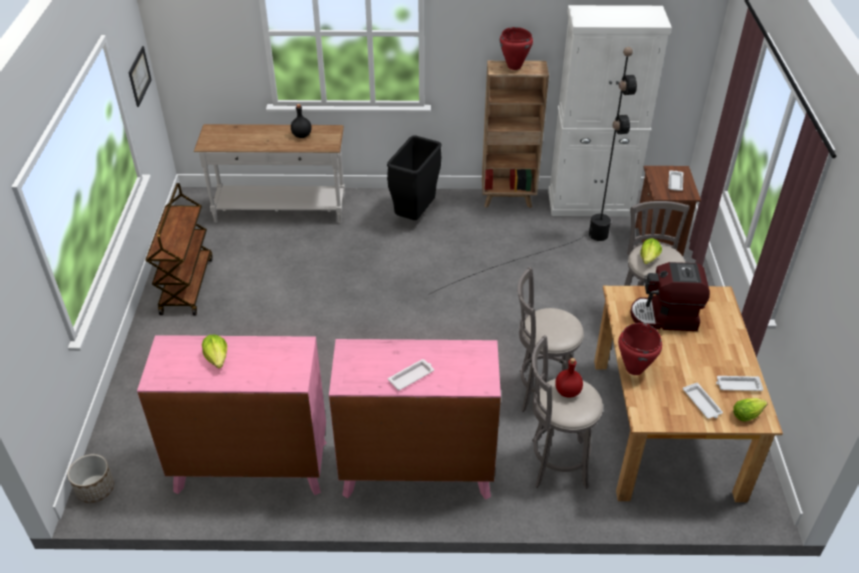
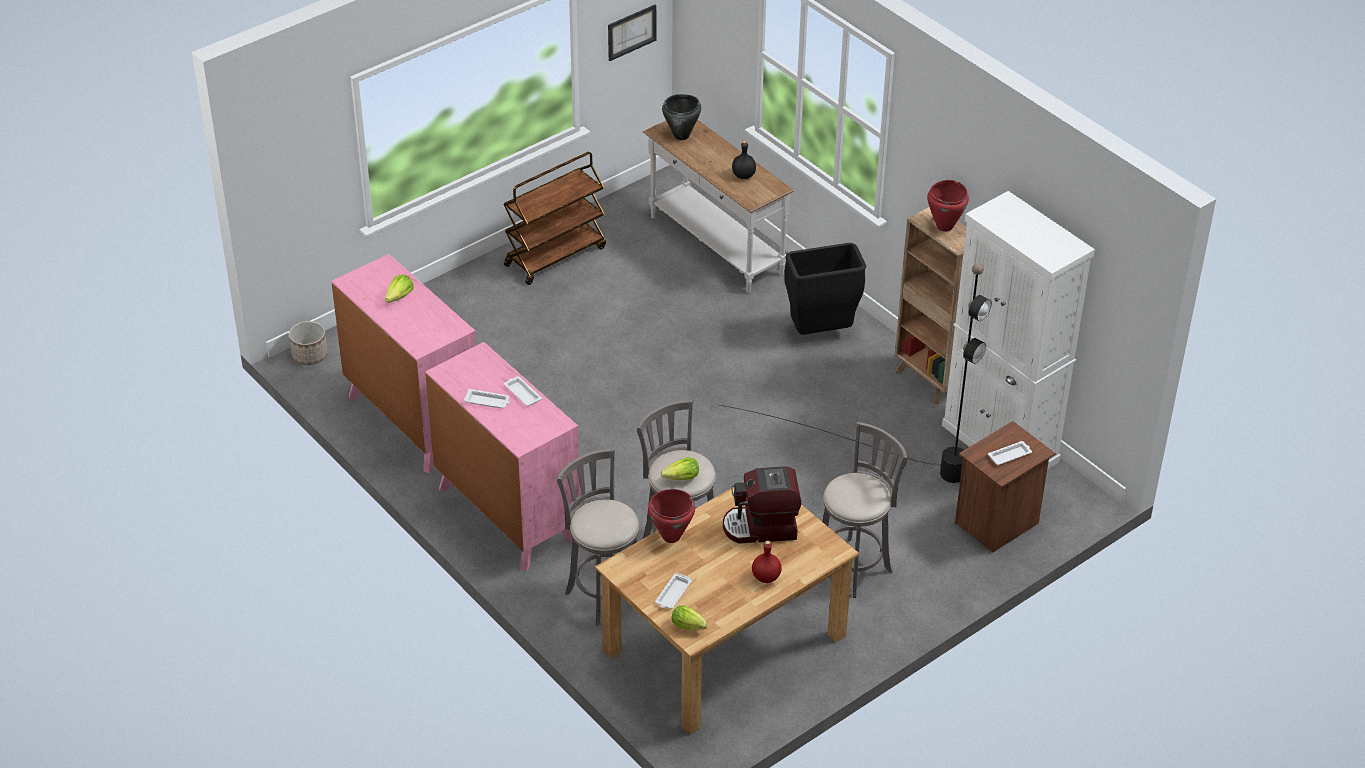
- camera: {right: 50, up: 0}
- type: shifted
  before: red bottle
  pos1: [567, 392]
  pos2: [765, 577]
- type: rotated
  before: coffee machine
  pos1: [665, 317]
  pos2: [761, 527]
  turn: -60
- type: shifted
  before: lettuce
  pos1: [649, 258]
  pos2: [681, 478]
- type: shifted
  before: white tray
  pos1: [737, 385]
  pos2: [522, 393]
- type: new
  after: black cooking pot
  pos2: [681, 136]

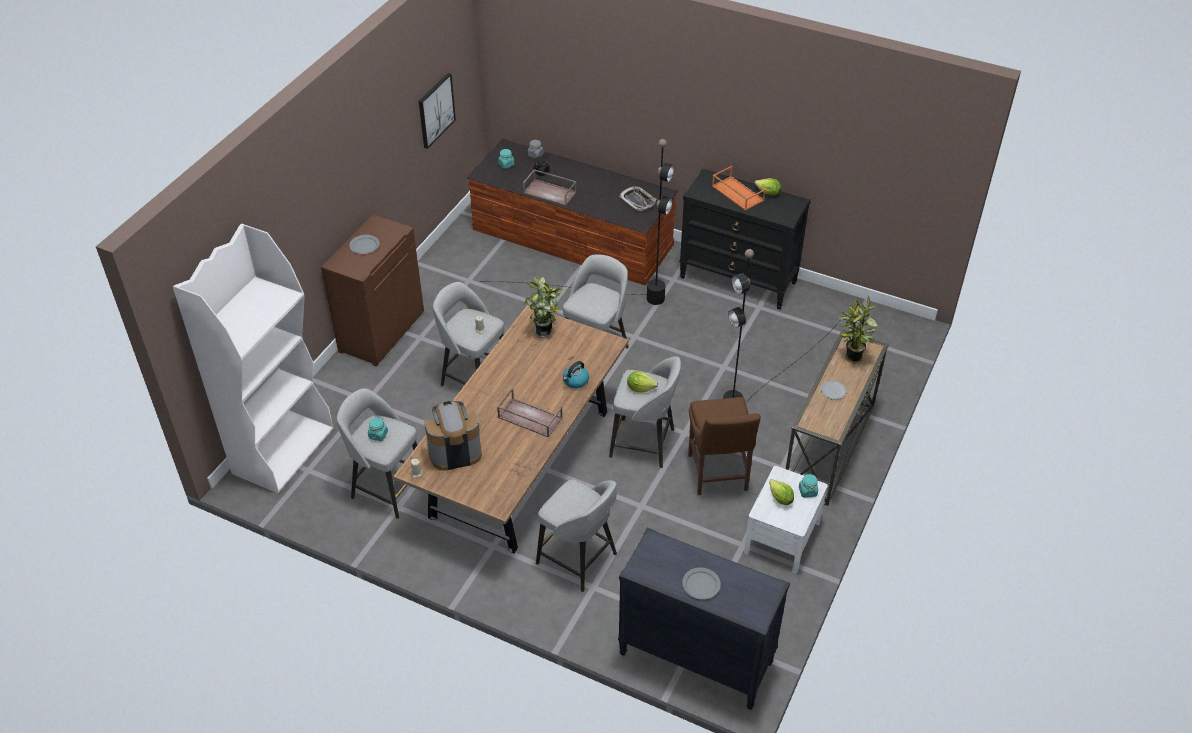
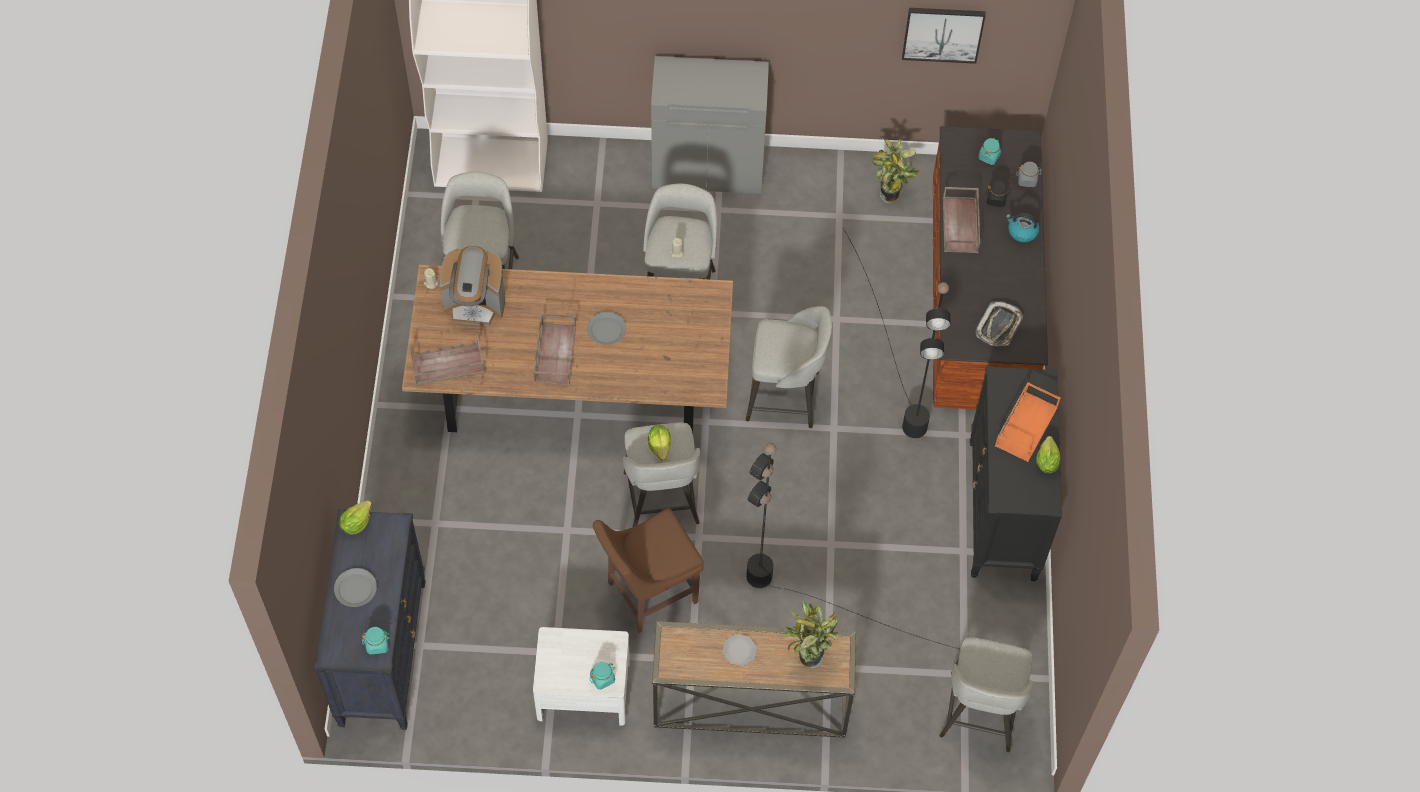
- camera: {right: 65, up: 15}
- type: repainted
  before: brown cabinet
  after: grey cabinet
  pos1: [381, 331]
  pos2: [708, 167]
- type: shifted
  before: grey plate
  pos1: [364, 246]
  pos2: [606, 329]
- type: shifted
  before: turquoise jar
  pos1: [378, 435]
  pos2: [377, 644]
- type: rotated
  before: coffee machine
  pos1: [454, 451]
  pos2: [475, 304]
  turn: 135
- type: shifted
  before: potted plant
  pos1: [545, 332]
  pos2: [890, 198]
- type: shifted
  before: grey stool
  pos1: [578, 560]
  pos2: [979, 714]
- type: shifted
  before: kettle
  pos1: [575, 381]
  pos2: [1021, 231]
- type: shifted
  before: lettuce
  pos1: [780, 499]
  pos2: [356, 523]
- type: new
  after: brown tray
  pos2: [447, 364]

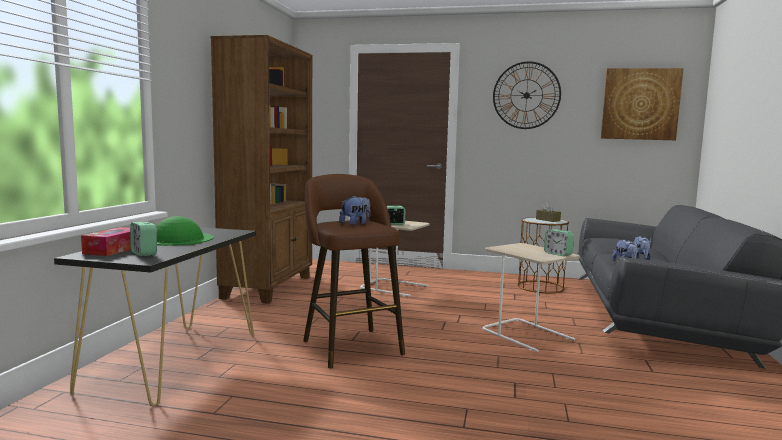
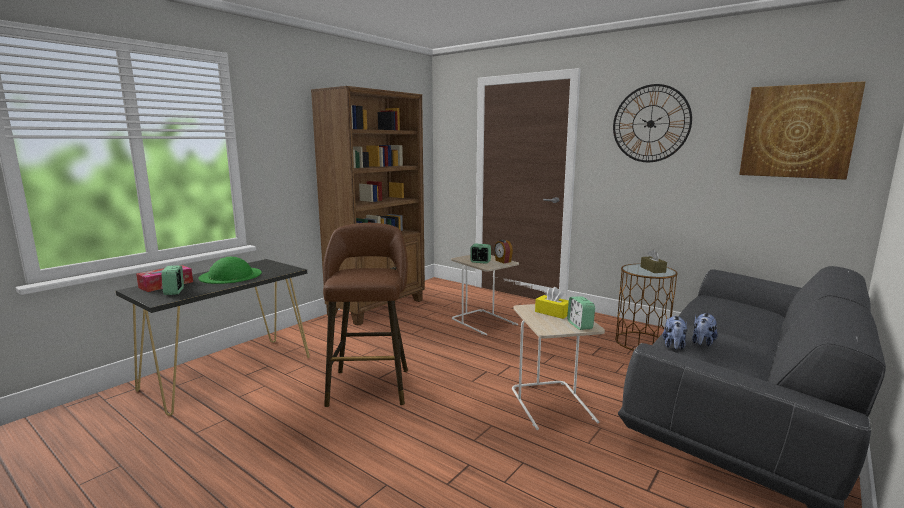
- camera: {right: 25, up: 5}
- type: gone
  before: plush toy
  pos1: [355, 223]
- type: new
  after: alarm clock
  pos2: [502, 261]
- type: new
  after: yellow tissue box
  pos2: [552, 313]

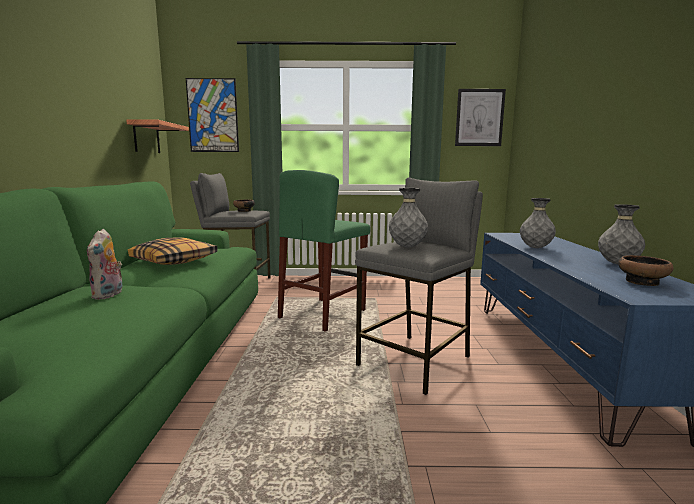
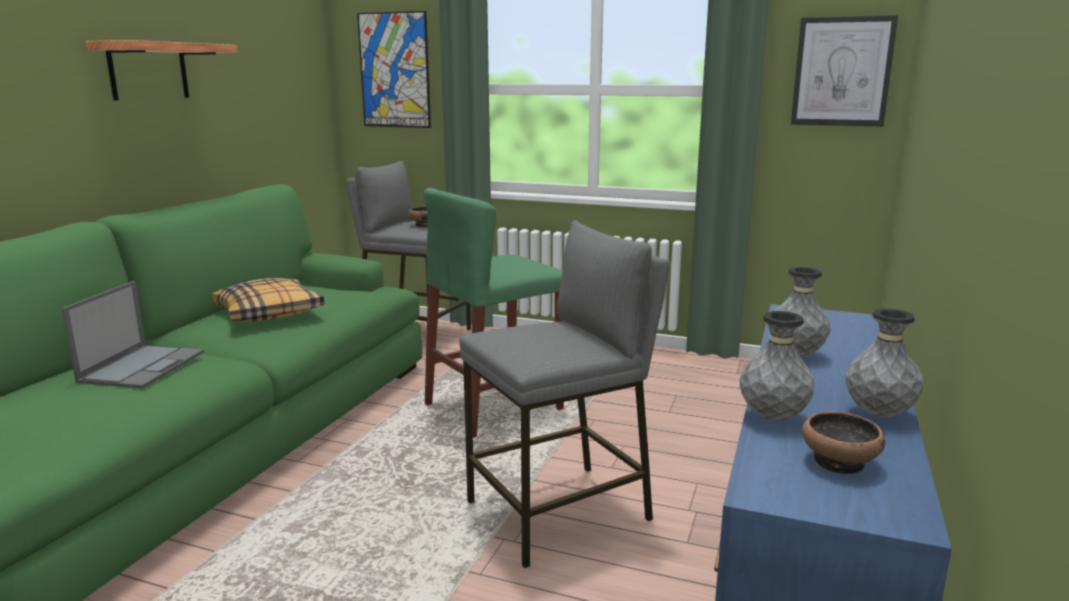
- camera: {right: 20, up: 5}
- type: swapped
  before: plush toy
  after: laptop
  pos1: [109, 295]
  pos2: [143, 366]
- type: shifted
  before: shelf
  pos1: [146, 138]
  pos2: [148, 71]
- type: shifted
  before: grey vase
  pos1: [407, 247]
  pos2: [773, 418]

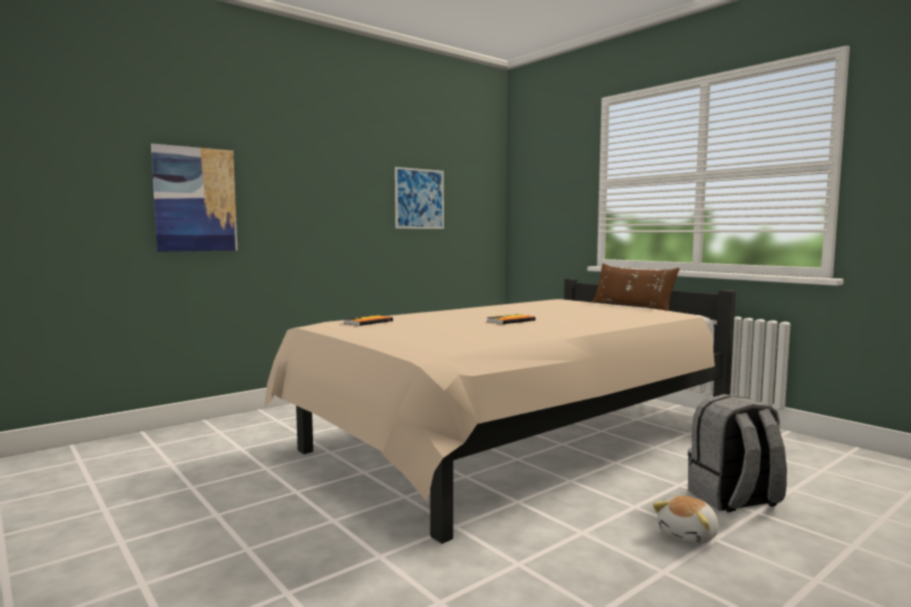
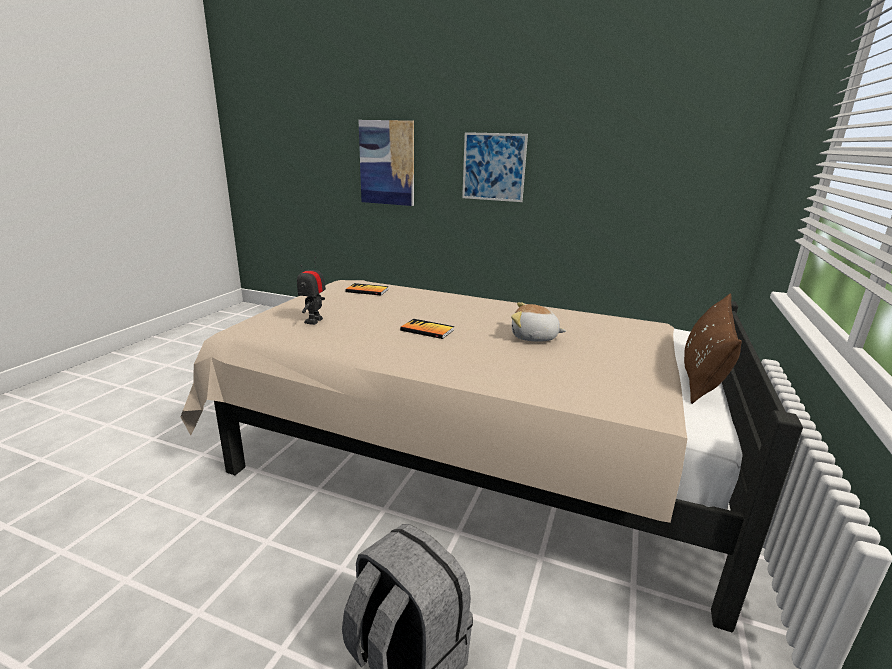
- camera: {right: 60, up: 15}
- type: shifted
  before: picture
  pos1: [419, 199]
  pos2: [493, 167]
- type: shifted
  before: plush toy
  pos1: [689, 535]
  pos2: [534, 337]
- type: new
  after: toy robot
  pos2: [314, 321]

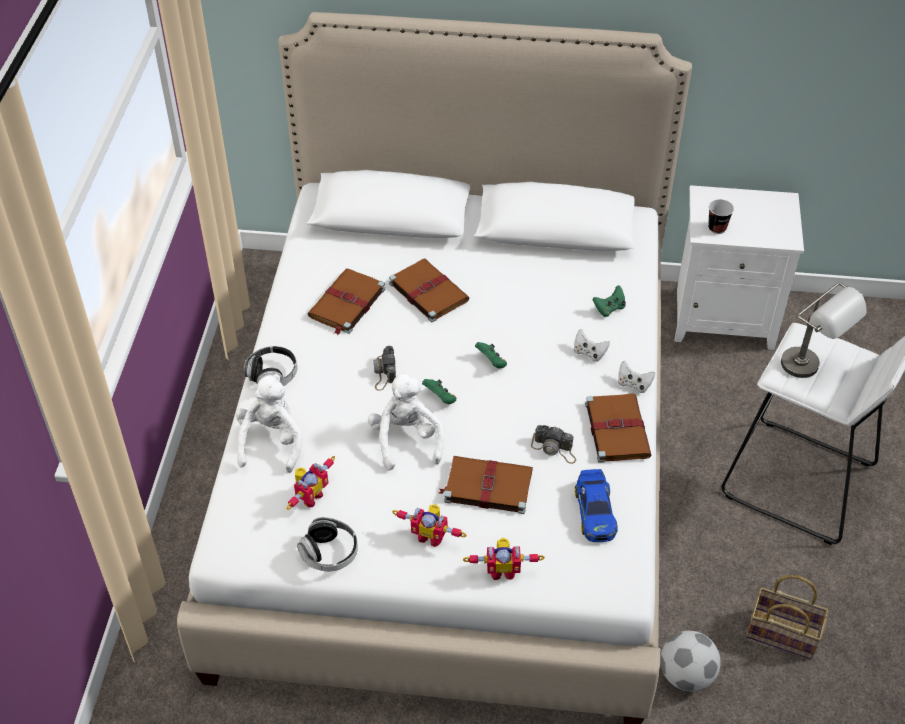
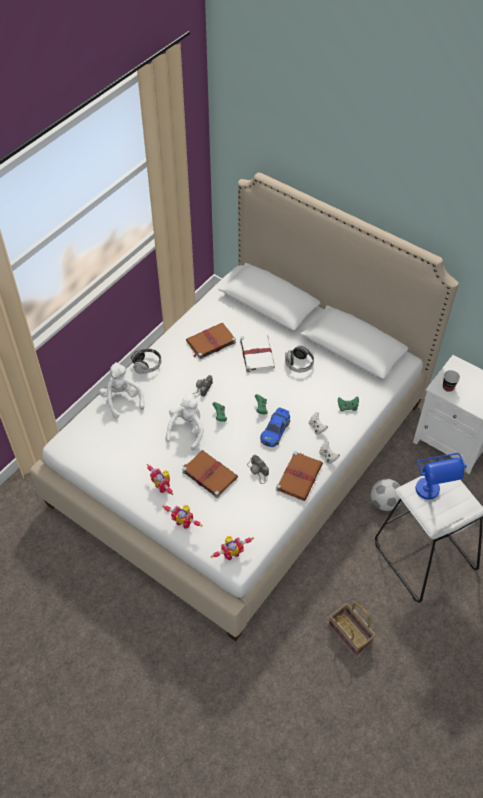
- camera: {right: 30, up: 5}
- type: rotated
  before: white plush toy
  pos1: [271, 442]
  pos2: [122, 400]
  turn: -60
- type: shifted
  before: toy robot
  pos1: [309, 496]
  pos2: [231, 552]
- type: shifted
  before: headphones
  pos1: [329, 553]
  pos2: [299, 364]
- type: repainted
  before: brown book
  after: white book
  pos1: [427, 291]
  pos2: [256, 353]
- type: shifted
  before: toy car
  pos1: [595, 511]
  pos2: [275, 430]
- type: shifted
  before: football
  pos1: [686, 675]
  pos2: [384, 503]
- type: repainted
  before: grey table lamp
  after: blue table lamp
  pos1: [811, 370]
  pos2: [431, 496]

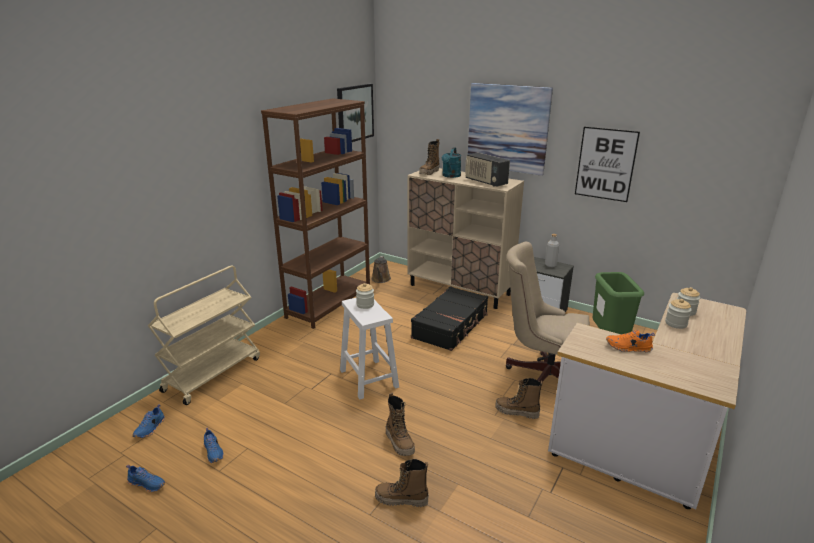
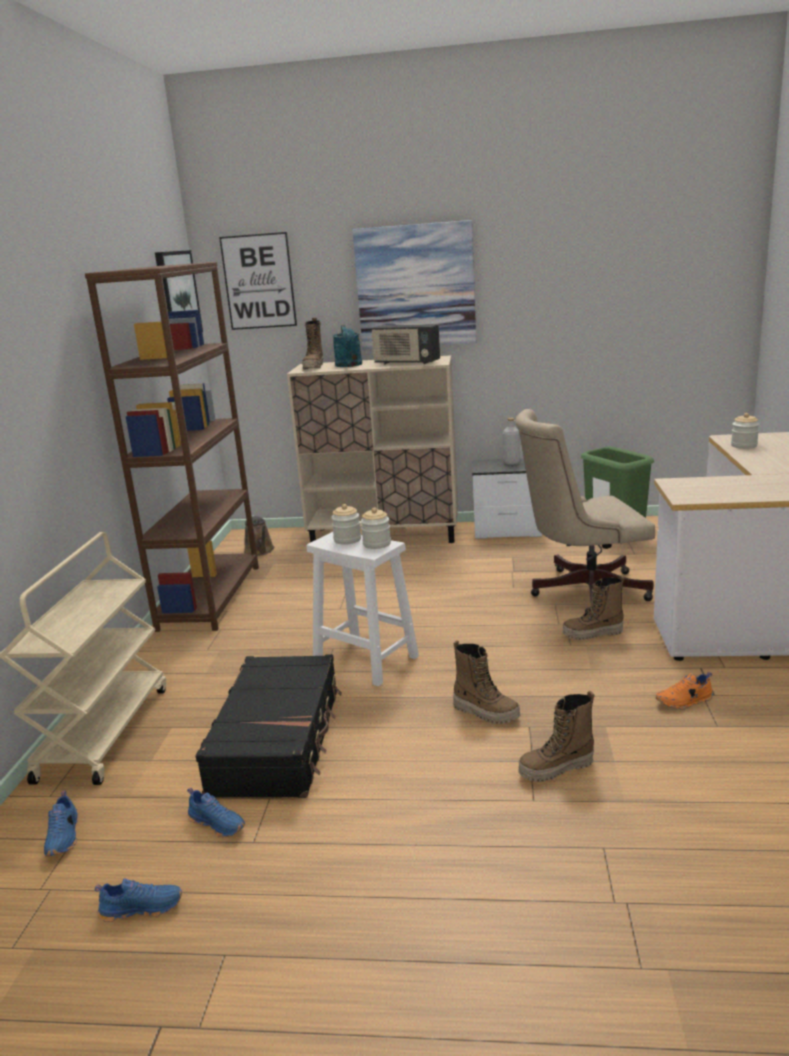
- camera: {right: -25, up: -5}
- type: shifted
  before: black suitcase
  pos1: [451, 326]
  pos2: [278, 740]
- type: shifted
  before: picture
  pos1: [605, 164]
  pos2: [259, 281]
- type: shifted
  before: orange shoe
  pos1: [628, 348]
  pos2: [685, 701]
- type: shifted
  before: jar
  pos1: [676, 323]
  pos2: [377, 544]

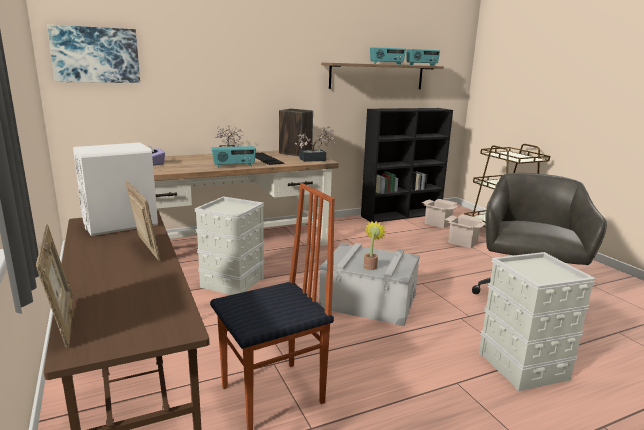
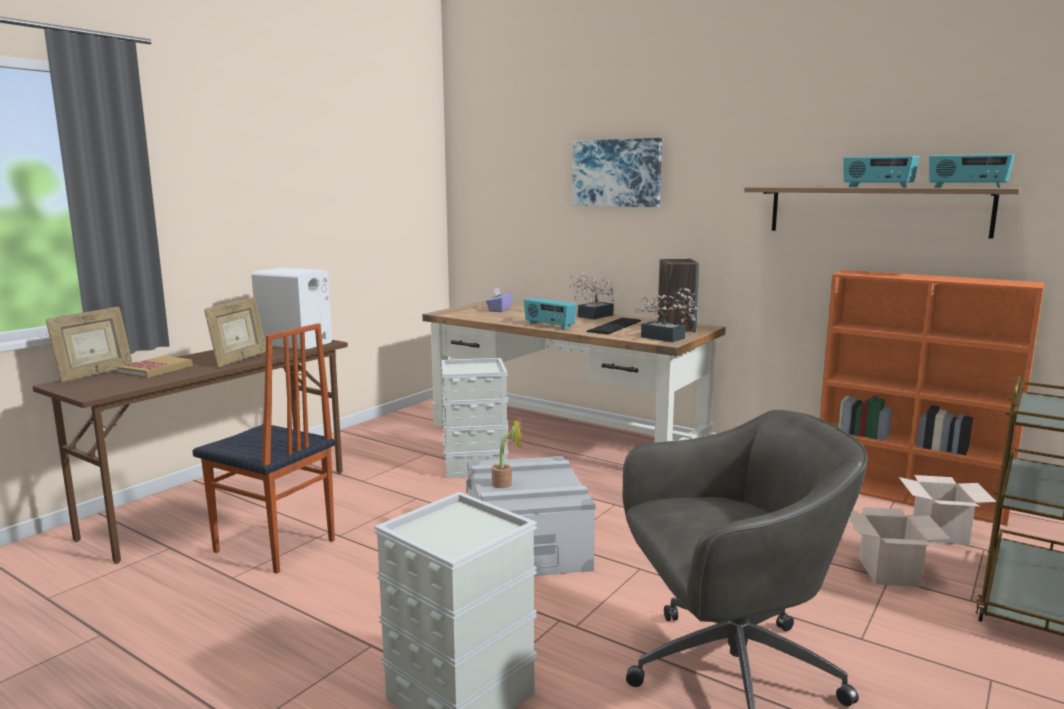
- camera: {right: 60, up: -5}
- type: shifted
  before: picture
  pos1: [96, 55]
  pos2: [617, 173]
- type: repainted
  before: black bookcase
  after: orange bookcase
  pos1: [402, 215]
  pos2: [910, 496]
- type: new
  after: book
  pos2: [156, 369]

